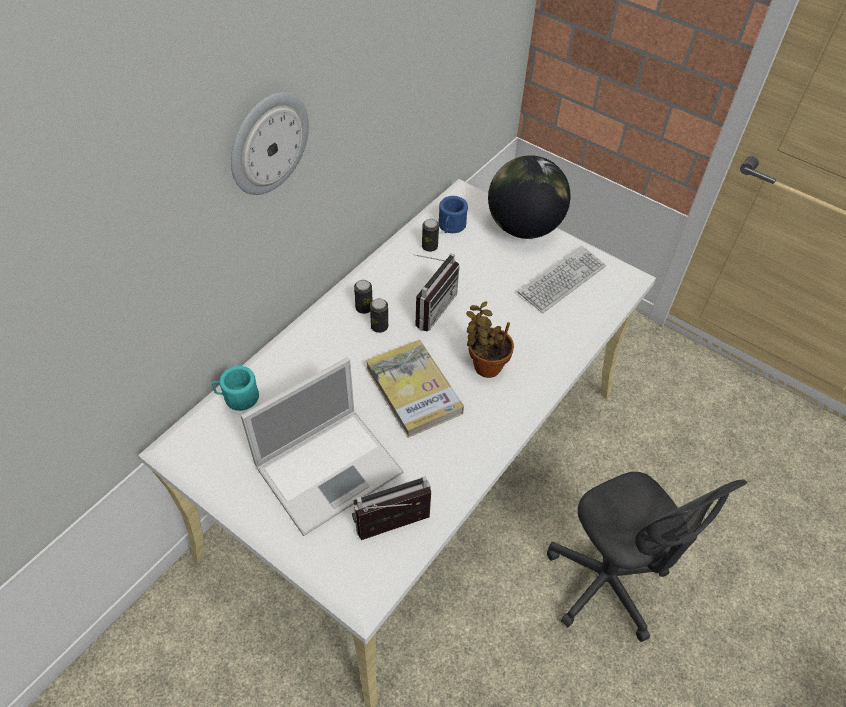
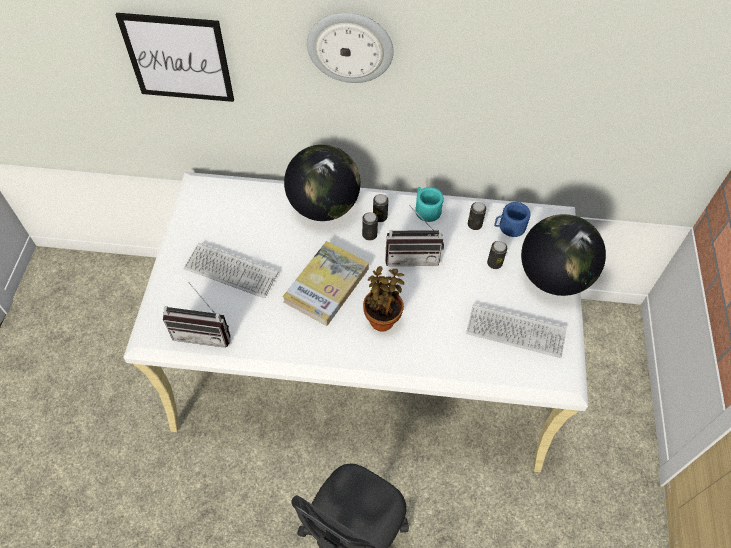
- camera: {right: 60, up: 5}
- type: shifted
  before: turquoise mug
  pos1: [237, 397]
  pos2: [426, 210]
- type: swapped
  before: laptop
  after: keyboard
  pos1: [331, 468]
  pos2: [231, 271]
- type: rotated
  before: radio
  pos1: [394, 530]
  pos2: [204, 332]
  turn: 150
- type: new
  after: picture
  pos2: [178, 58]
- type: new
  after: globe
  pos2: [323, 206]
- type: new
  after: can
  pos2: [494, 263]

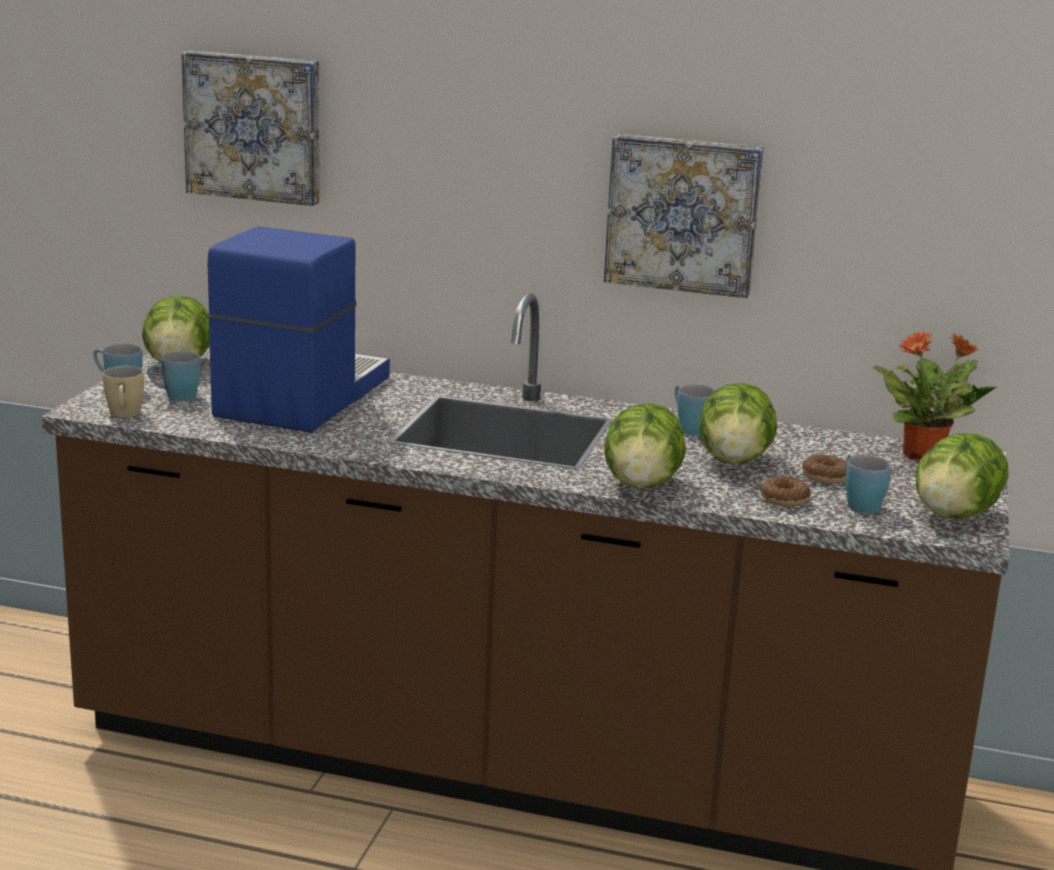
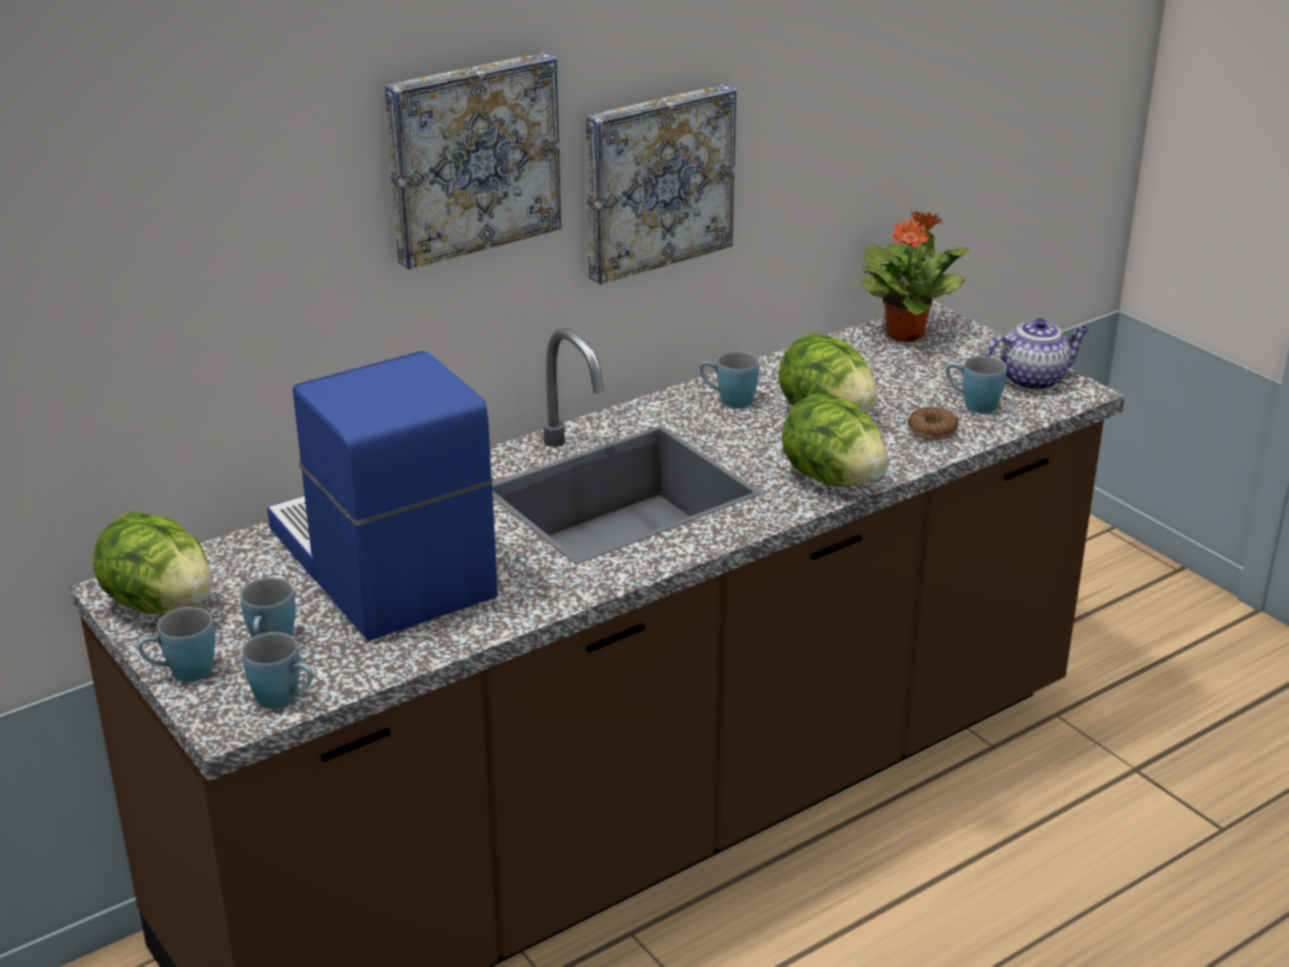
- camera: {right: -50, up: 10}
- type: repainted
  before: beige mug
  after: blue mug
  pos1: [124, 415]
  pos2: [285, 699]
- type: shifted
  before: picture
  pos1: [254, 126]
  pos2: [471, 157]
- type: gone
  before: donut
  pos1: [825, 477]
- type: swapped
  before: lettuce
  after: teapot
  pos1: [954, 515]
  pos2: [1033, 379]

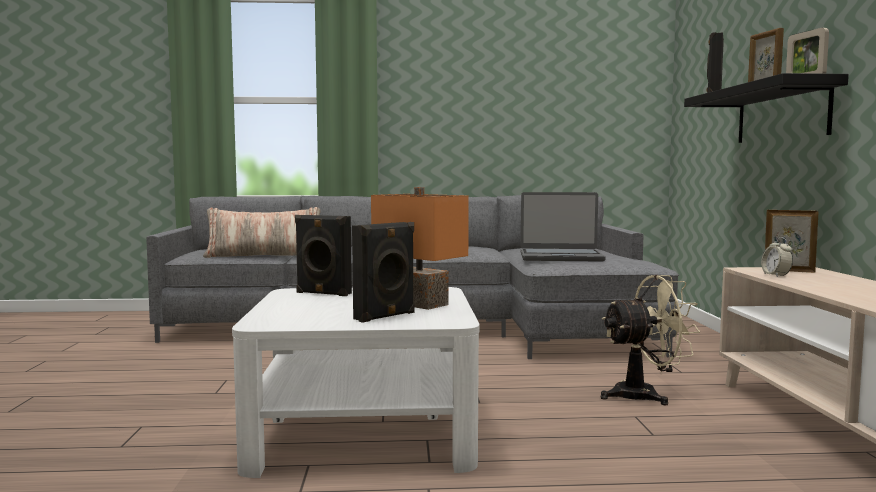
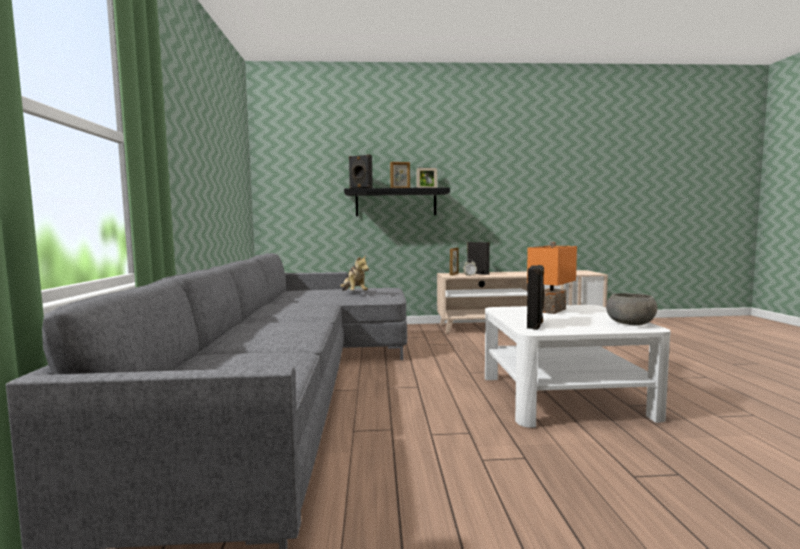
- camera: {right: -90, up: 0}
- type: gone
  before: pillow
  pos1: [264, 255]
- type: shifted
  before: black speaker
  pos1: [386, 316]
  pos2: [478, 274]
- type: swapped
  before: laptop
  after: plush toy
  pos1: [560, 257]
  pos2: [354, 293]
- type: gone
  before: beige fan
  pos1: [645, 395]
- type: new
  after: grey bowl
  pos2: [630, 323]

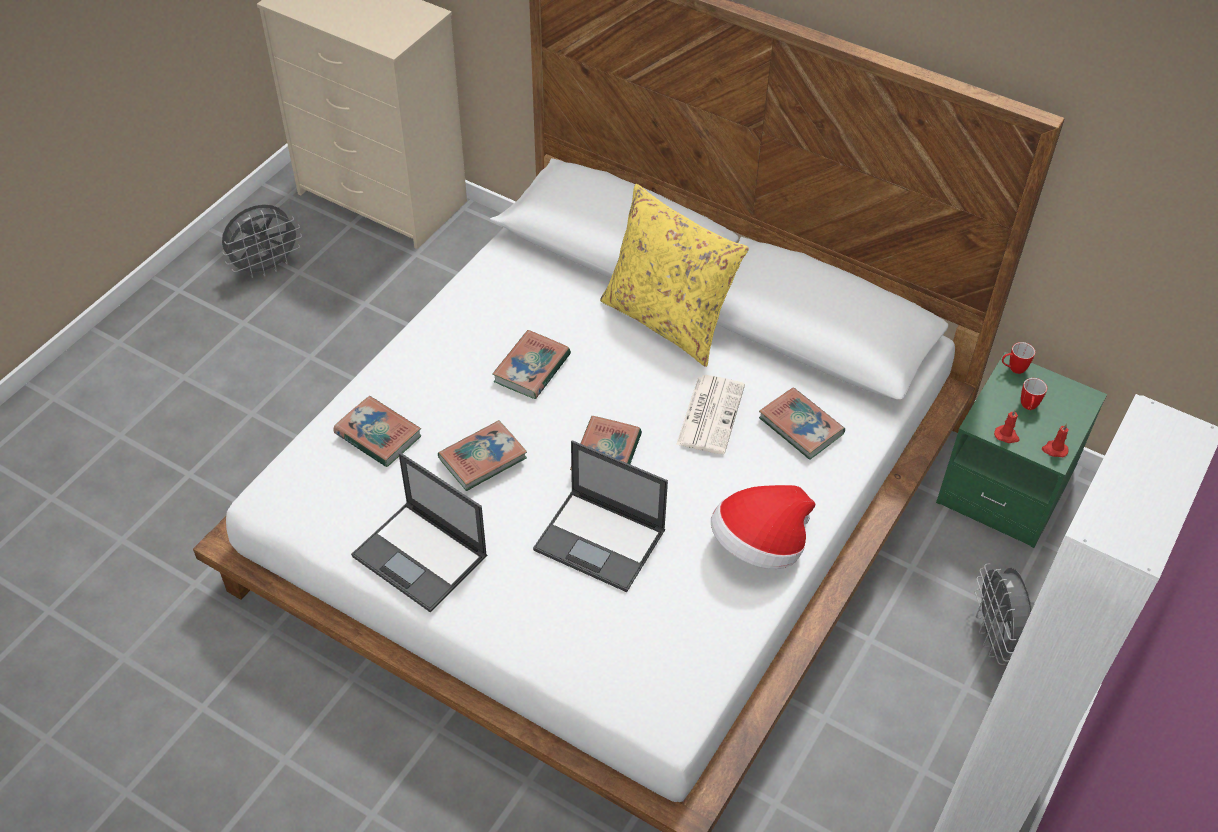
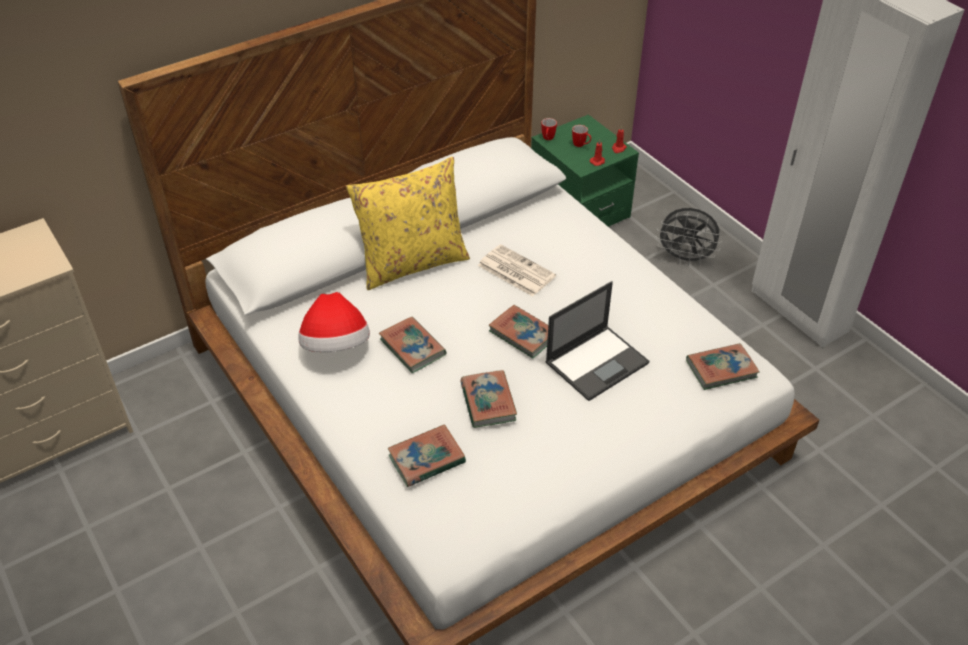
- camera: {right: -65, up: -5}
- type: gone
  before: grey fan
  pos1: [266, 267]
- type: gone
  before: laptop
  pos1: [421, 557]
- type: shifted
  before: hat
  pos1: [759, 546]
  pos2: [336, 346]
- type: shifted
  before: book
  pos1: [801, 426]
  pos2: [721, 369]

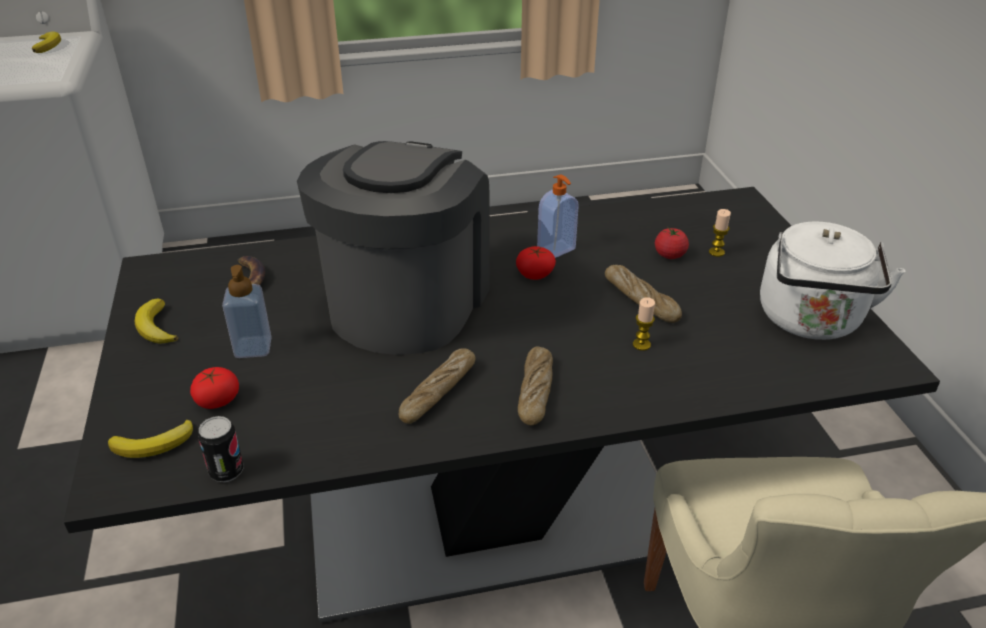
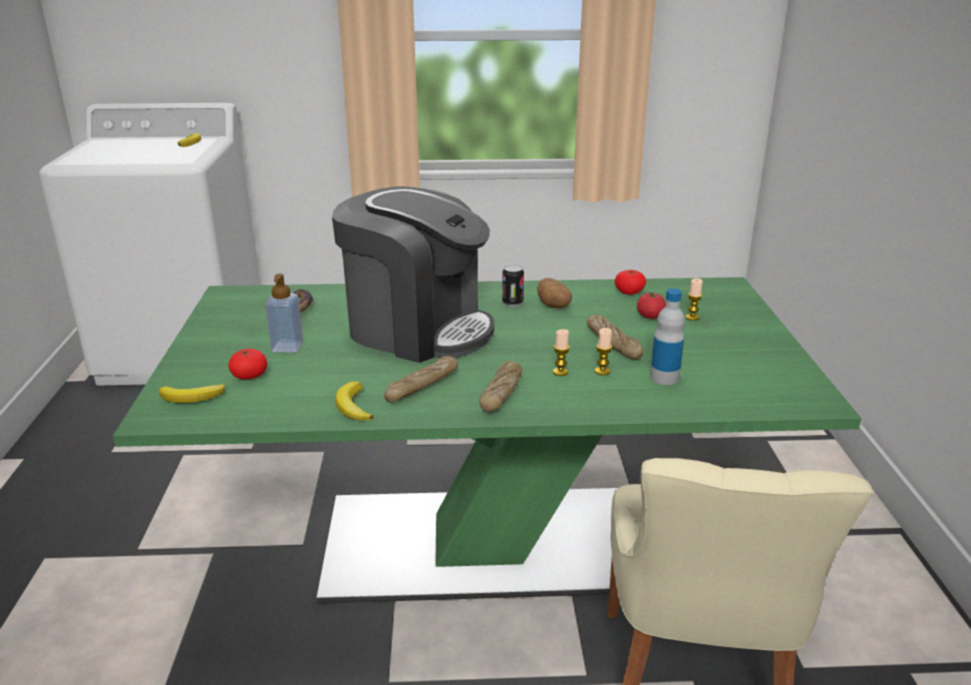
- camera: {right: 10, up: -10}
- type: repainted
  before: black dining table
  after: green dining table
  pos1: [492, 517]
  pos2: [485, 545]
- type: shifted
  before: banana
  pos1: [156, 327]
  pos2: [353, 406]
- type: shifted
  before: can
  pos1: [226, 471]
  pos2: [512, 303]
- type: rotated
  before: coffee machine
  pos1: [406, 302]
  pos2: [417, 329]
  turn: 90
- type: shifted
  before: tomato
  pos1: [535, 274]
  pos2: [629, 291]
- type: swapped
  before: soap dispenser
  after: potato
  pos1: [557, 250]
  pos2: [554, 306]
- type: gone
  before: white kettle
  pos1: [811, 321]
- type: new
  after: candle
  pos2: [560, 372]
- type: new
  after: bottle
  pos2: [664, 378]

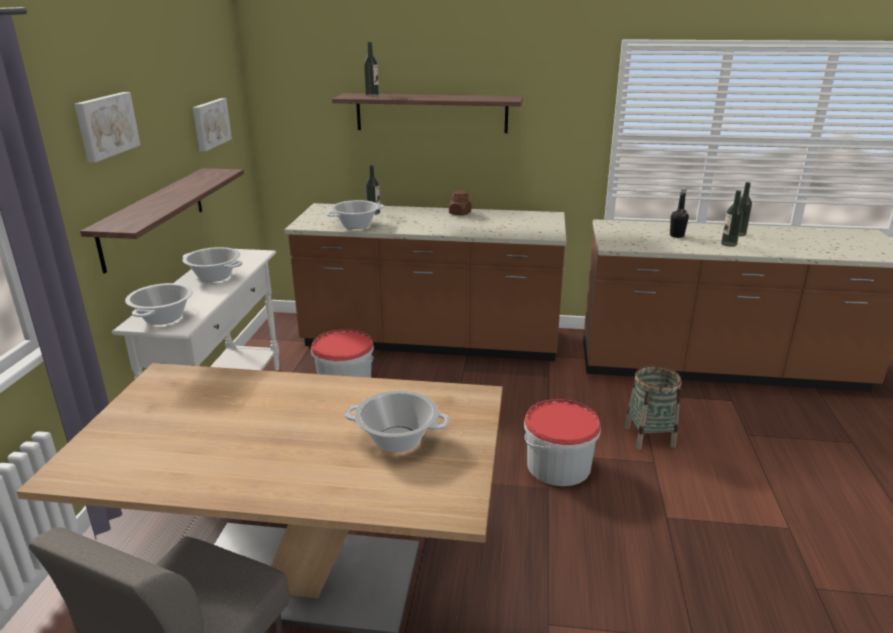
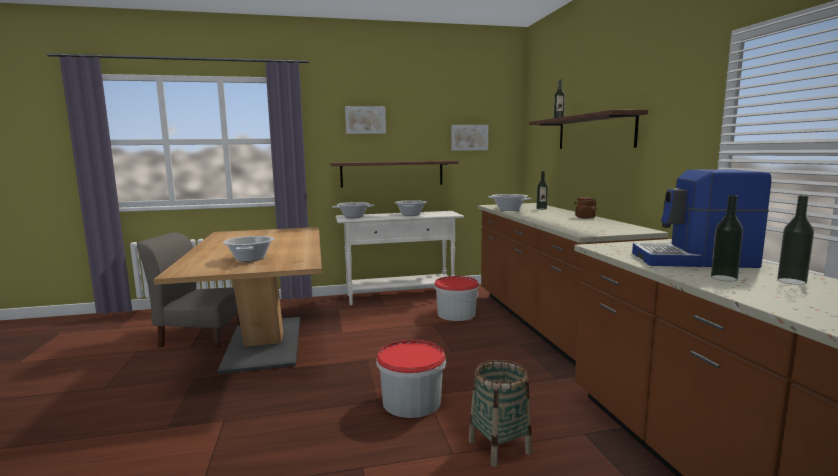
- camera: {right: 70, up: -15}
- type: swapped
  before: black bottle
  after: coffee machine
  pos1: [676, 236]
  pos2: [694, 260]

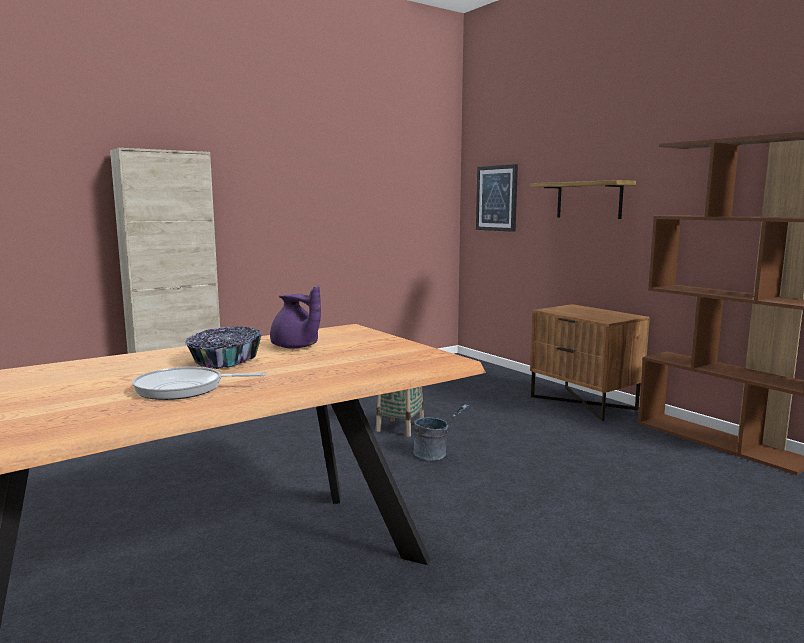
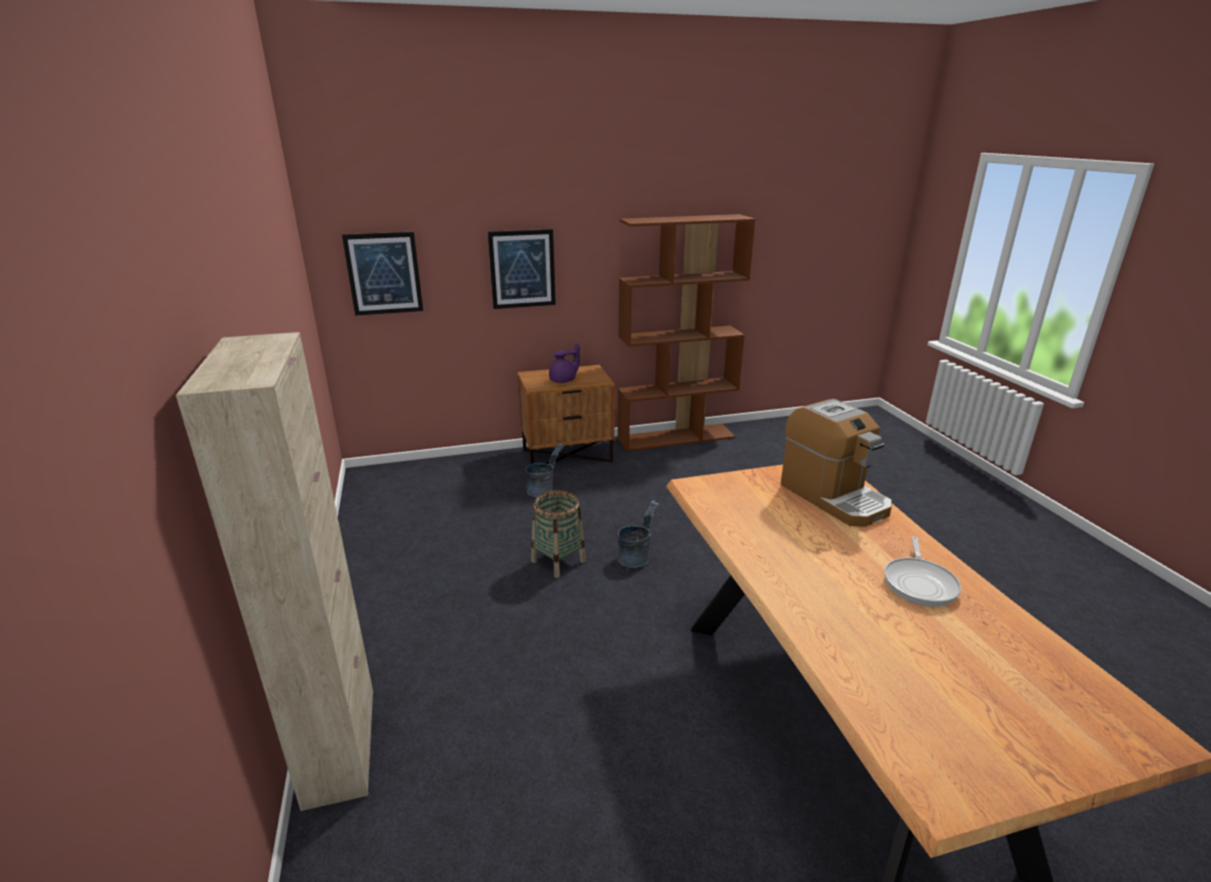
- camera: {right: -70, up: 15}
- type: gone
  before: bowl
  pos1: [225, 361]
- type: shifted
  before: purple teapot
  pos1: [296, 347]
  pos2: [564, 380]
- type: swapped
  before: shelf
  after: picture
  pos1: [589, 200]
  pos2: [522, 269]
- type: new
  after: grey bucket
  pos2: [544, 490]
- type: new
  after: coffee machine
  pos2: [833, 497]

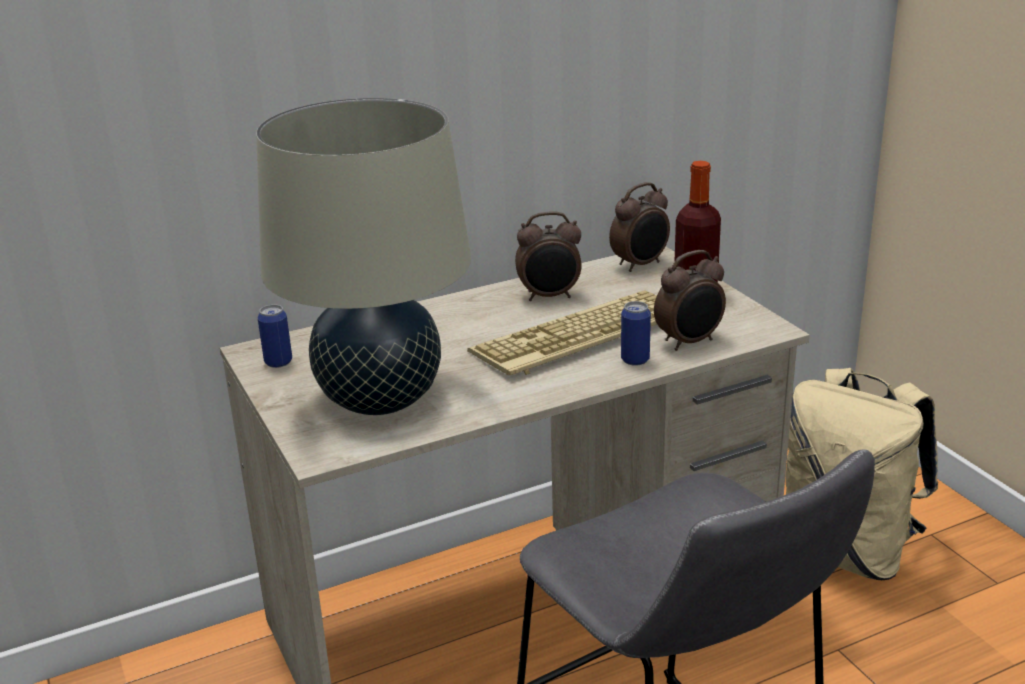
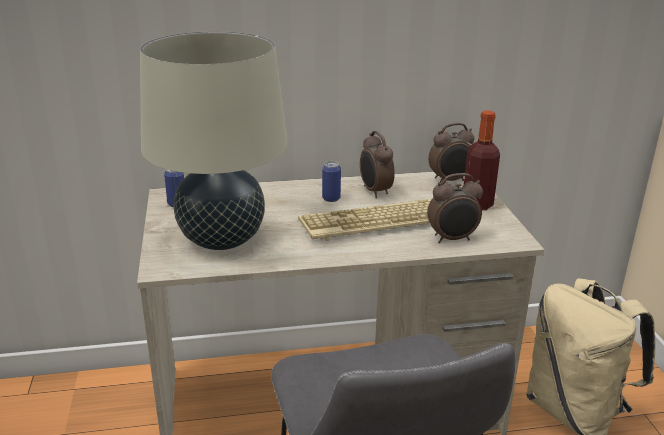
- camera: {right: 15, up: 0}
- type: rotated
  before: alarm clock
  pos1: [549, 296]
  pos2: [375, 191]
  turn: 60
- type: shifted
  before: can
  pos1: [635, 360]
  pos2: [331, 198]

